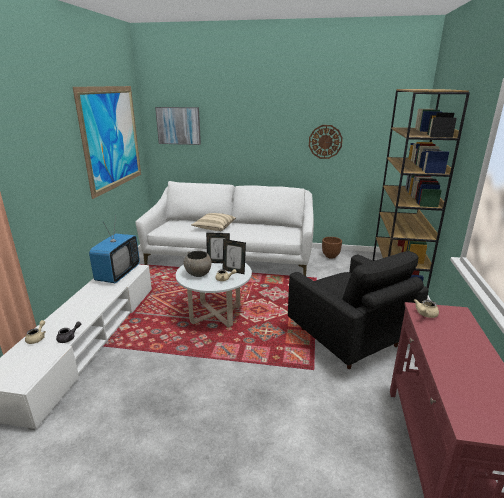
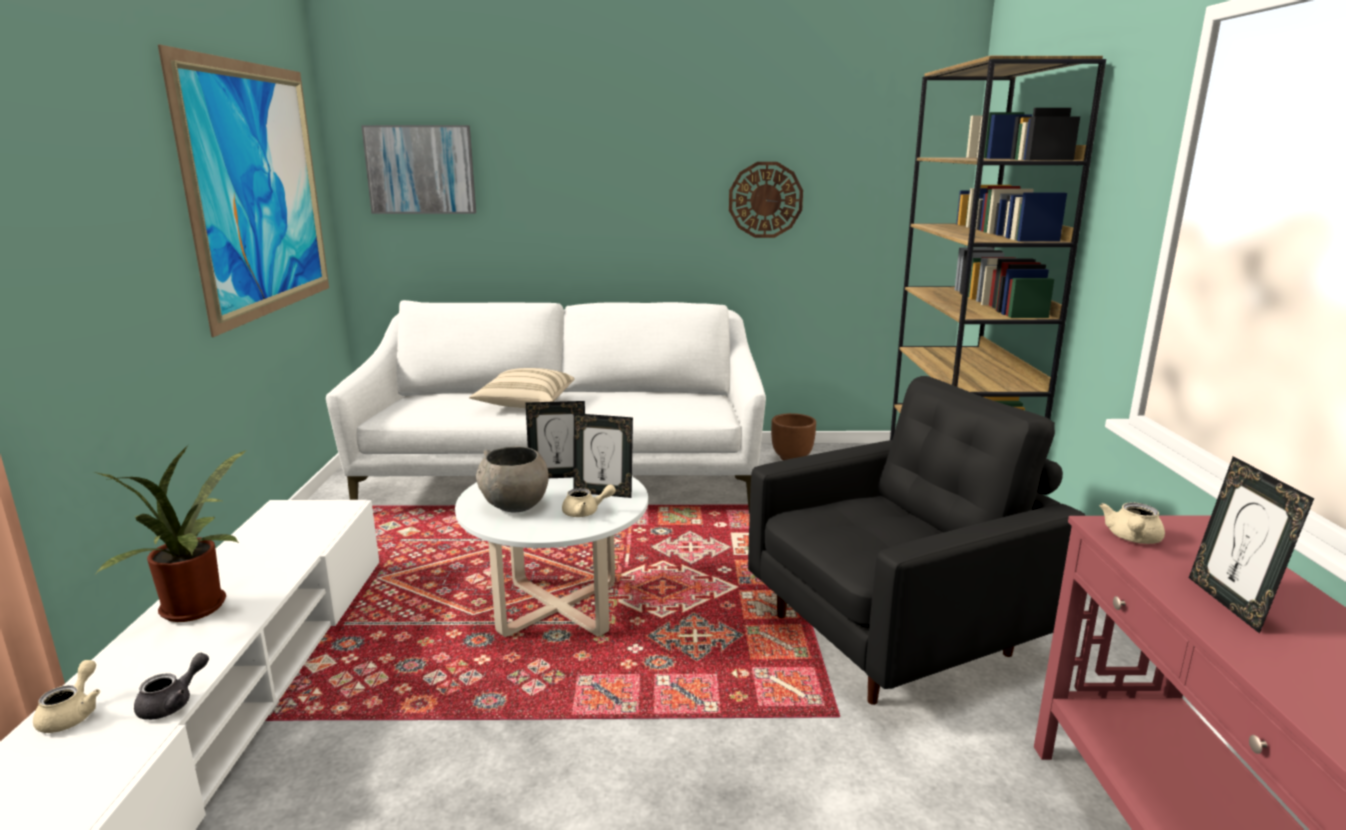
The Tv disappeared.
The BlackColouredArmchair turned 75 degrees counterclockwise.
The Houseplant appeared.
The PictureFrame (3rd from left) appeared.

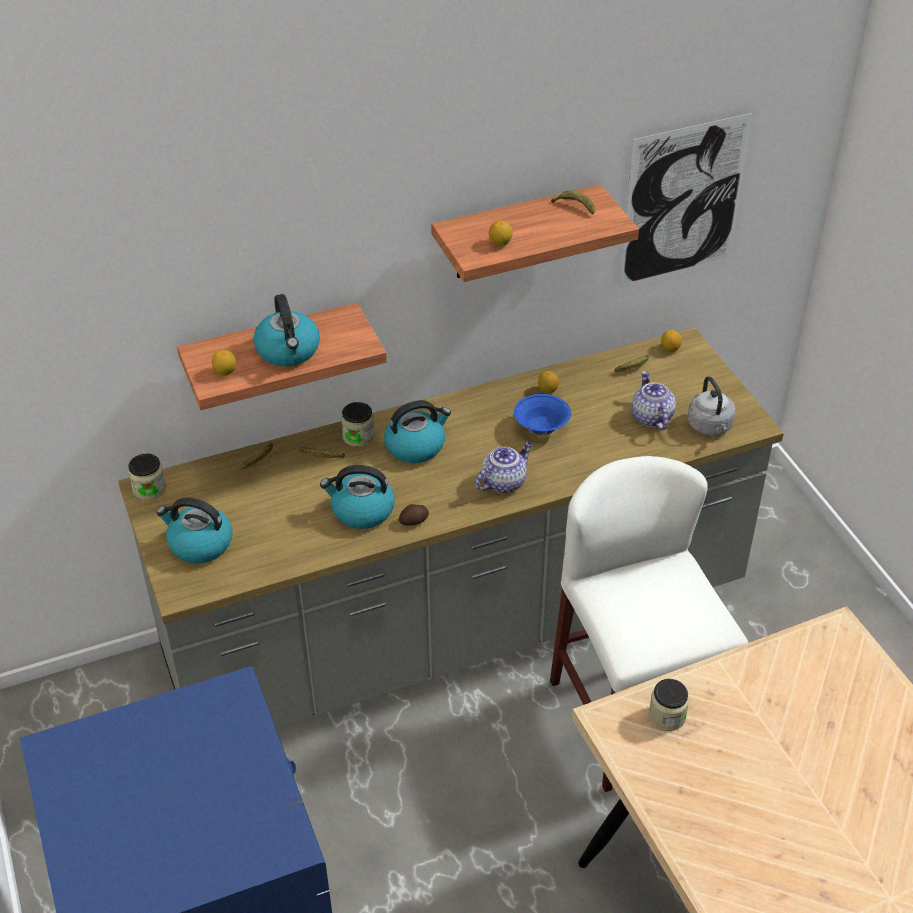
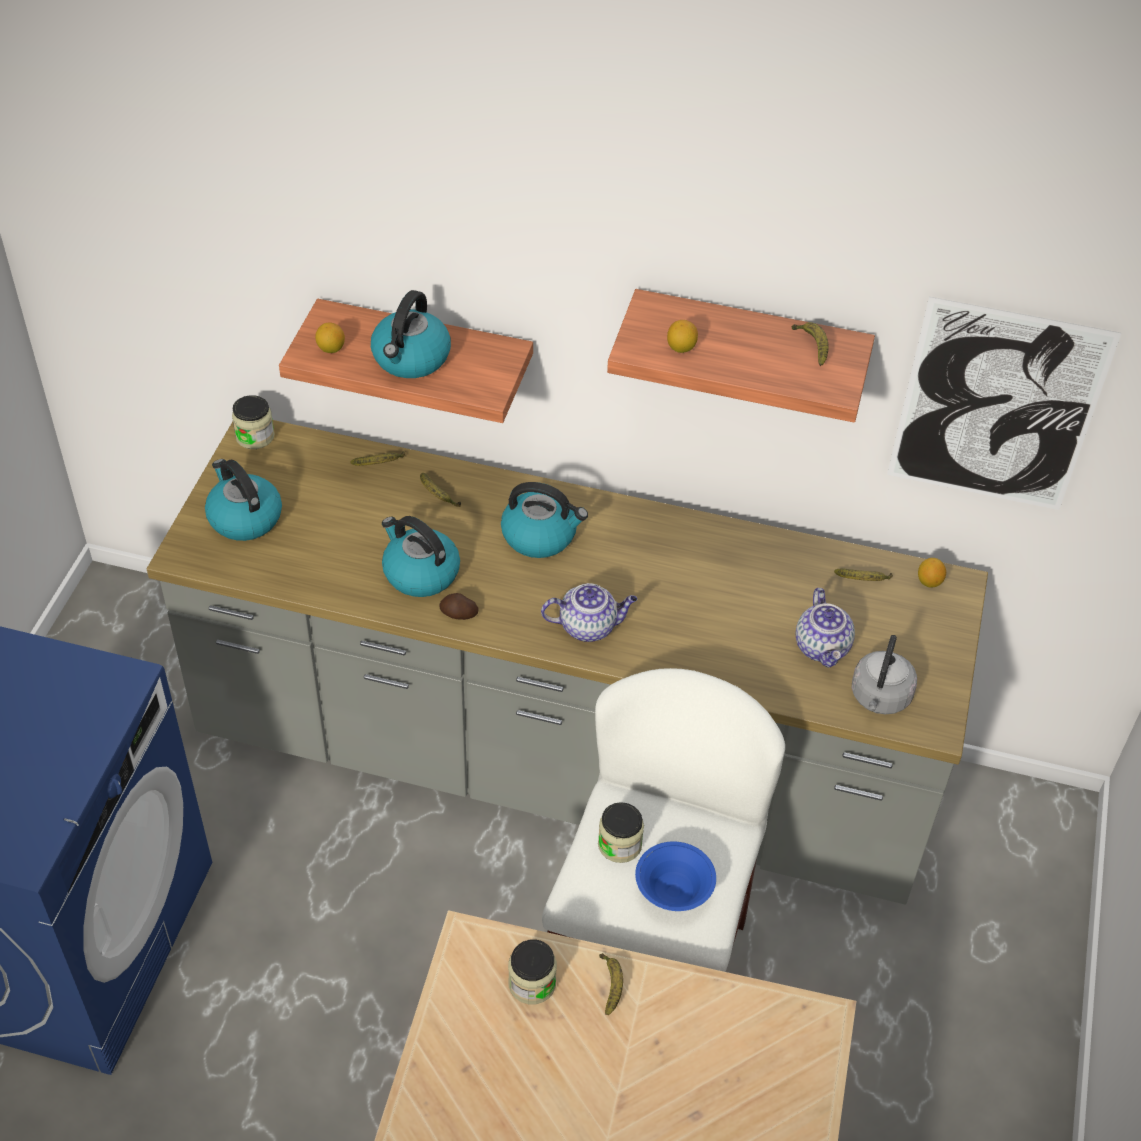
The CitrusFruit (3rd from left) disappeared.
The Teapot (2nd from left) turned 150 degrees clockwise.
The BlueColouredServingBowl moved.
The PreserveJar (2nd from left in the first image) moved.
The BananaFruit (3rd from left) appeared.

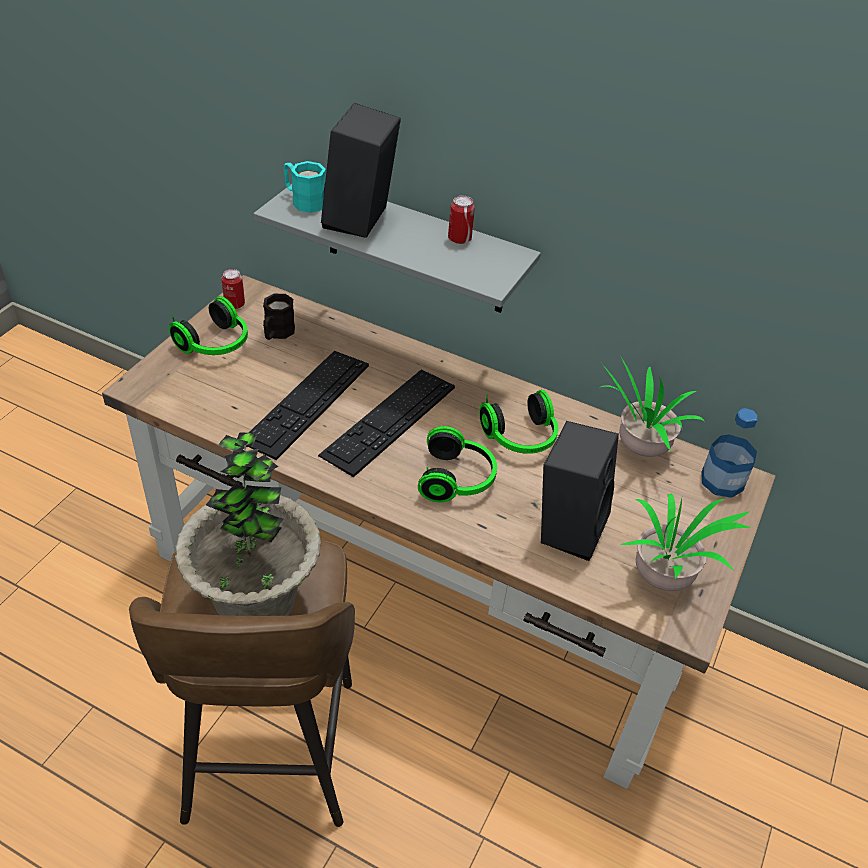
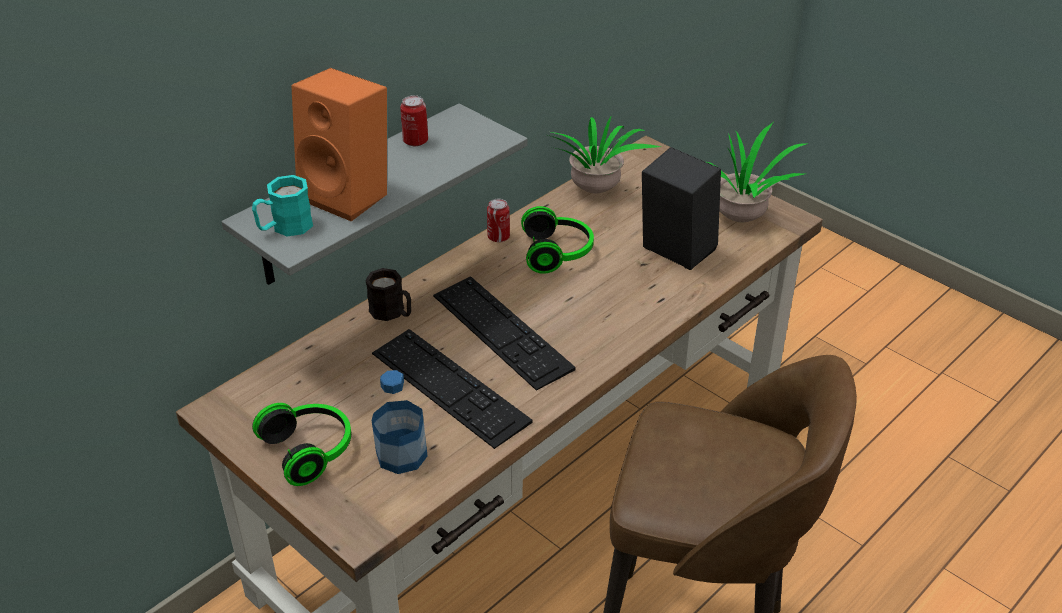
The BlackColouredSpeaker (1st from left) became the OrangeSpeaker.
The Can (1st from left in the first image) moved.
The BlackColouredMug moved.
The BeverageBottle moved.
The PairOfHeadphones (2nd from left) disappeared.
The Houseplant (1st from left) disappeared.

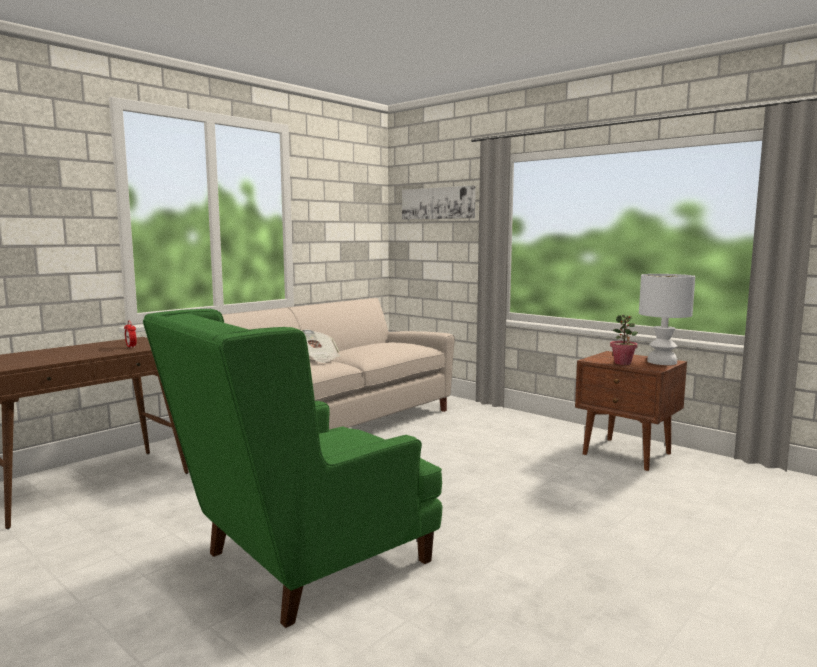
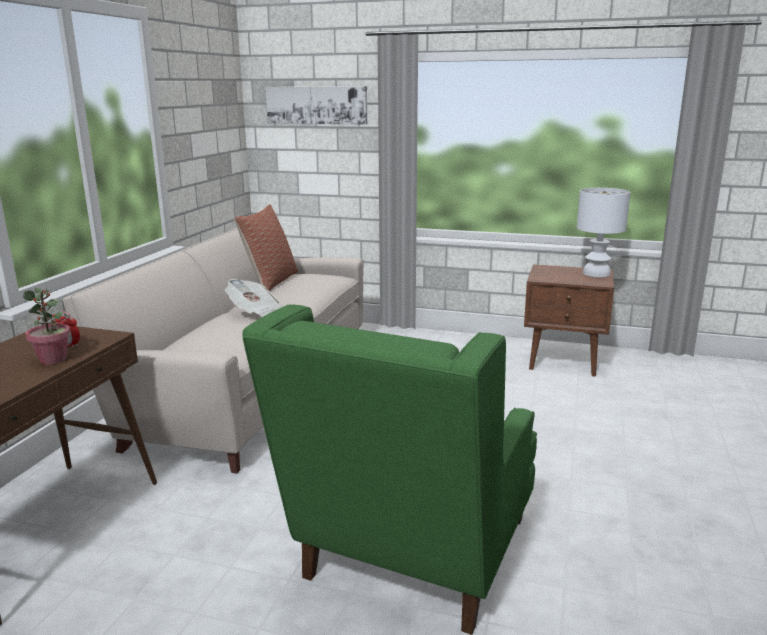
The Houseplant moved.
The Cushion appeared.

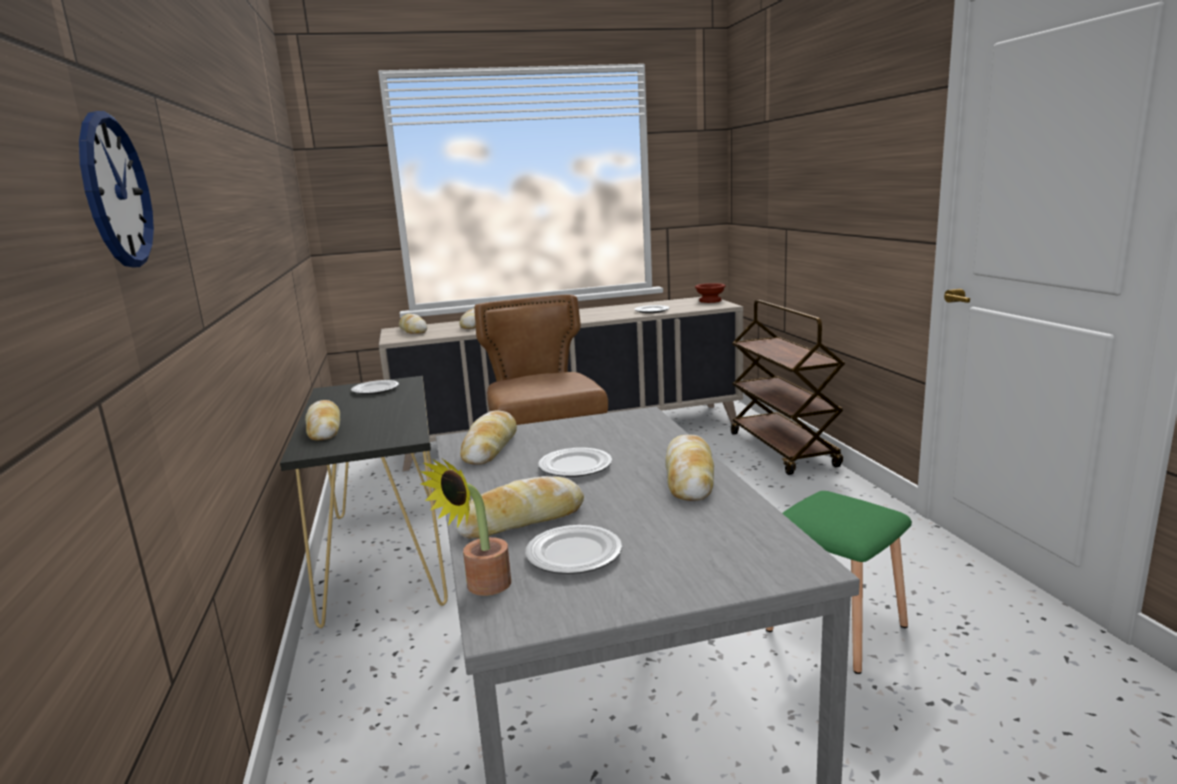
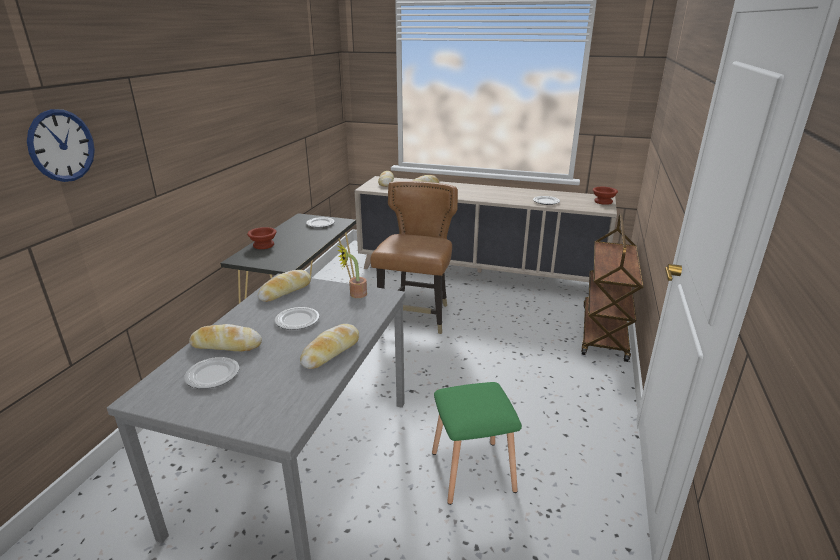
The Bread (1st from left) was replaced by the BrownColouredServingBowl (1st from left).
The Houseplant moved.

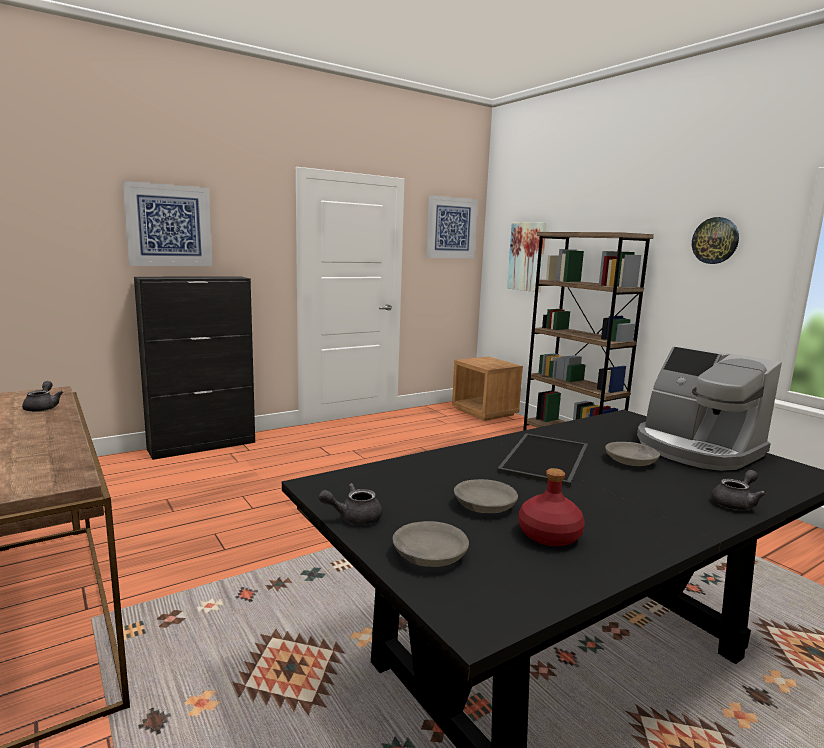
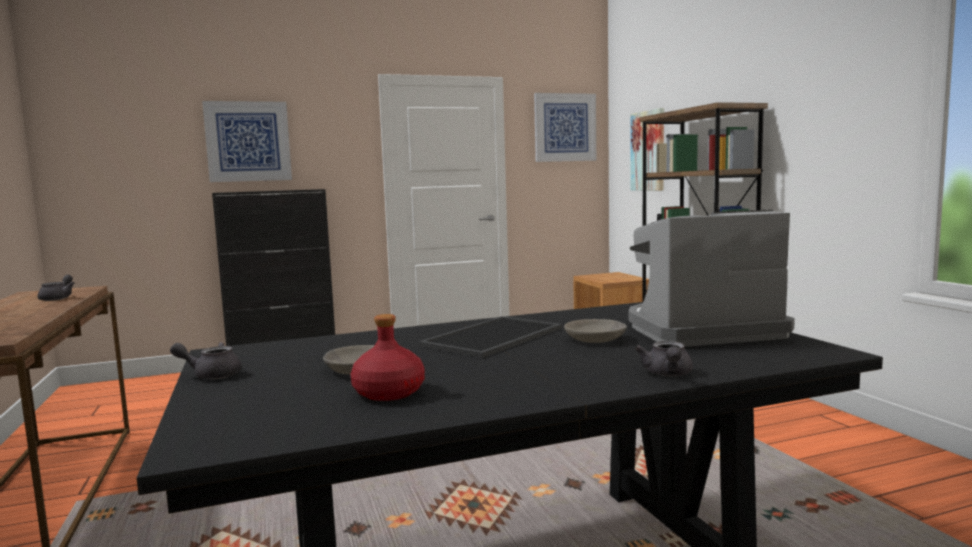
The WallClock disappeared.
The CoffeeBrewer turned 105 degrees clockwise.
The GreyishTeapot (3rd from left) turned 120 degrees clockwise.
The GreyishServingBowl (1st from left) disappeared.

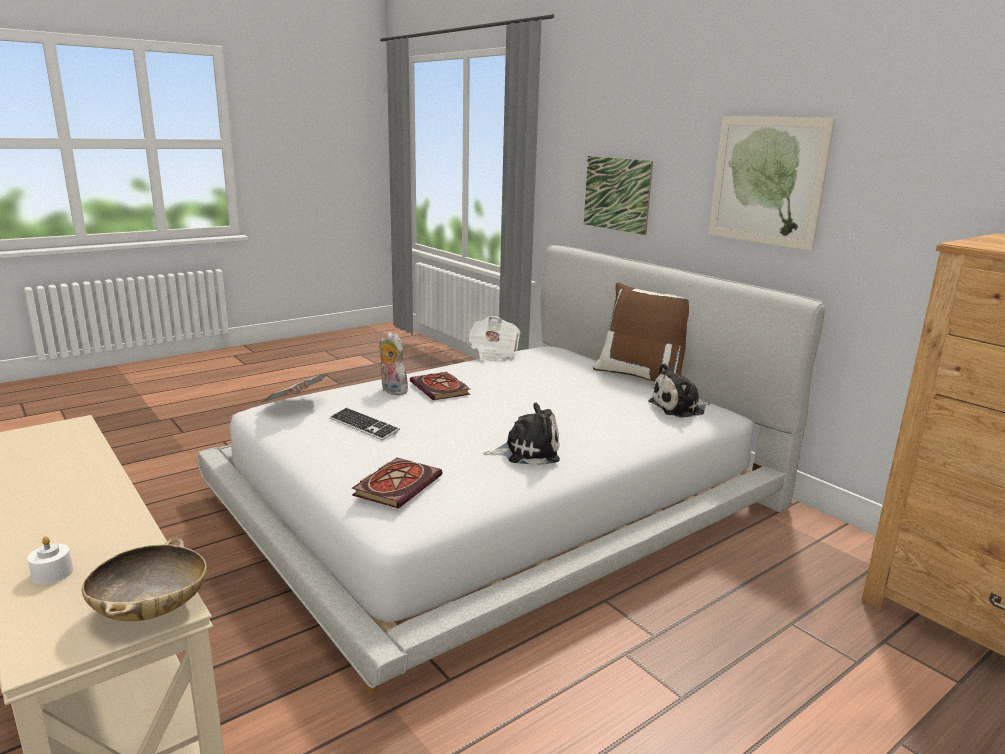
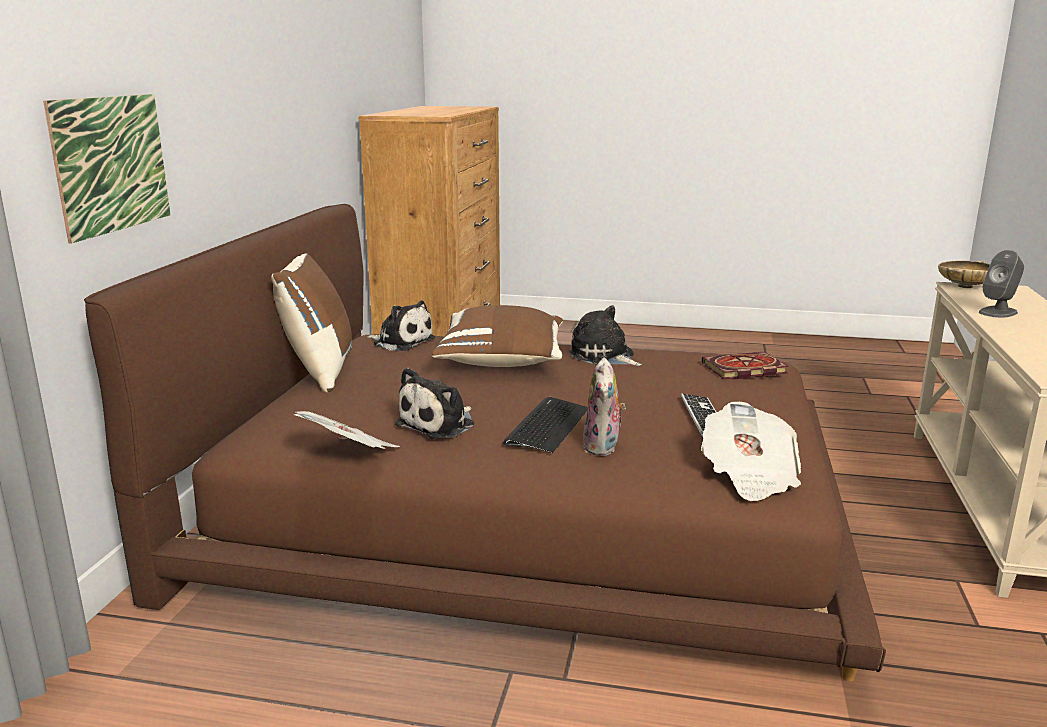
The WallPicture (2nd from left) disappeared.
The WhiteBed became the BrownColouredBed.
The Volume (2nd from left) was replaced by the PcKeyboard (1st from left).
The WhiteWaxCandle disappeared.
The GreyishSpeaker appeared.
The BrownColouredCushion (2nd from left) appeared.
The PlushToy (2nd from left) appeared.

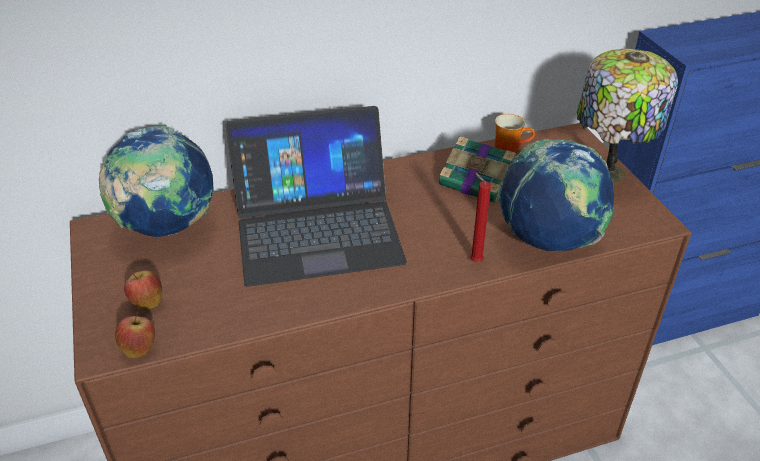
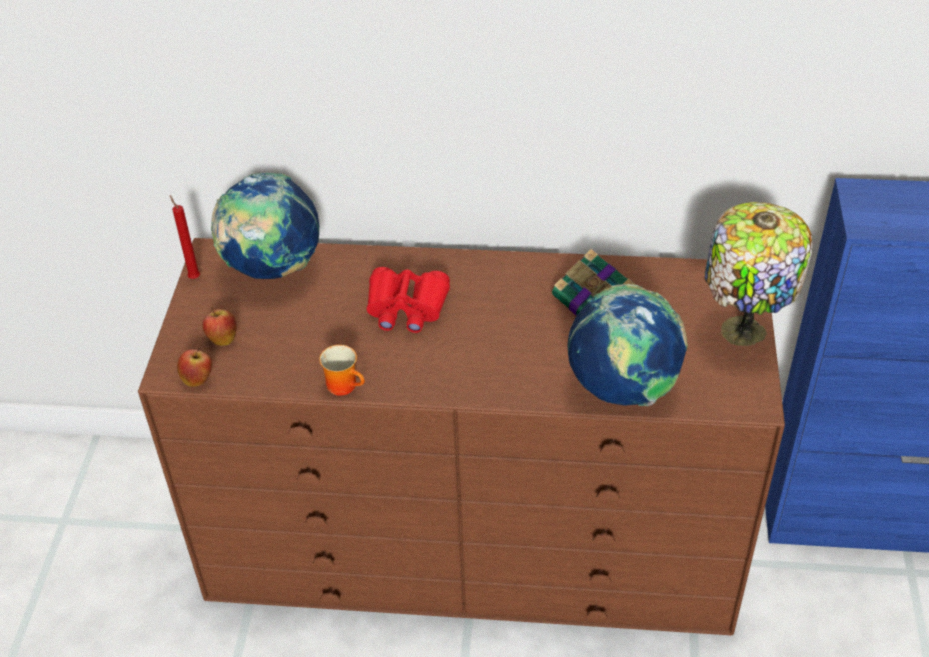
The NotebookComputer was replaced by the ReddishFieldGlasses.
The Mug moved.
The ReddishWaxCandle moved.

